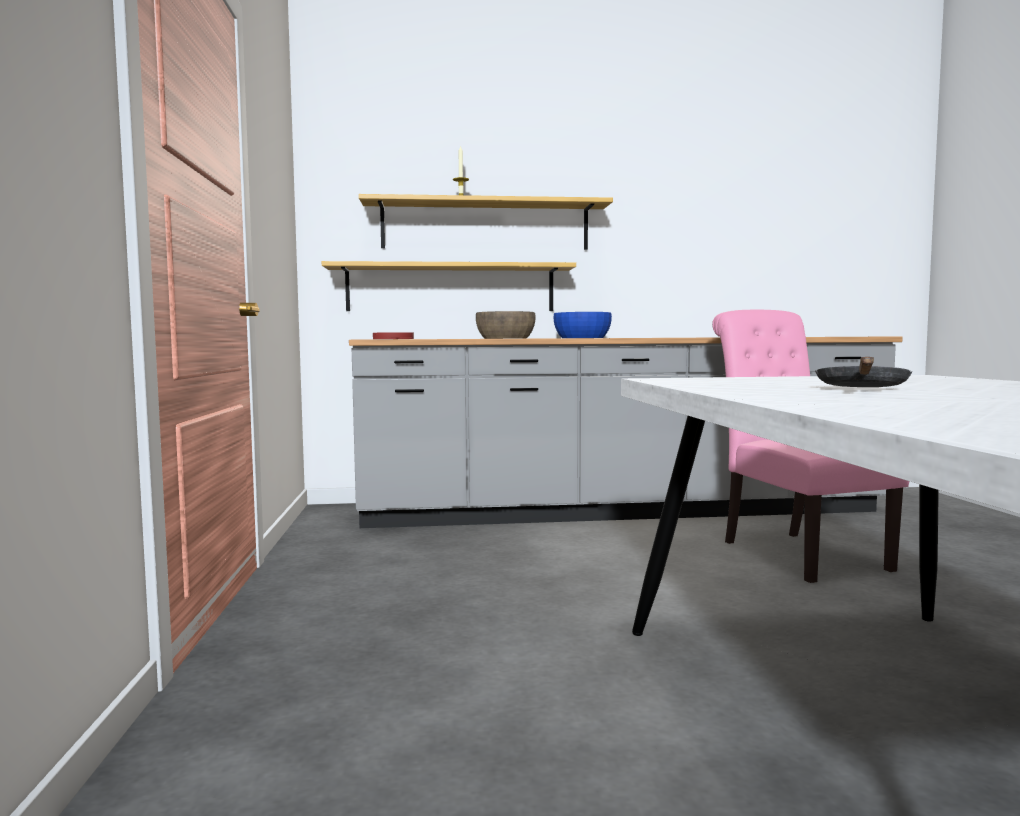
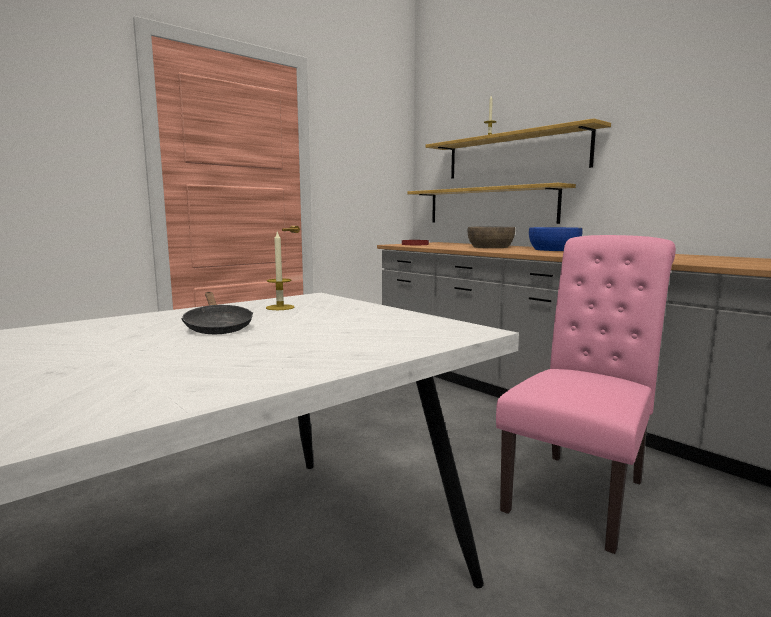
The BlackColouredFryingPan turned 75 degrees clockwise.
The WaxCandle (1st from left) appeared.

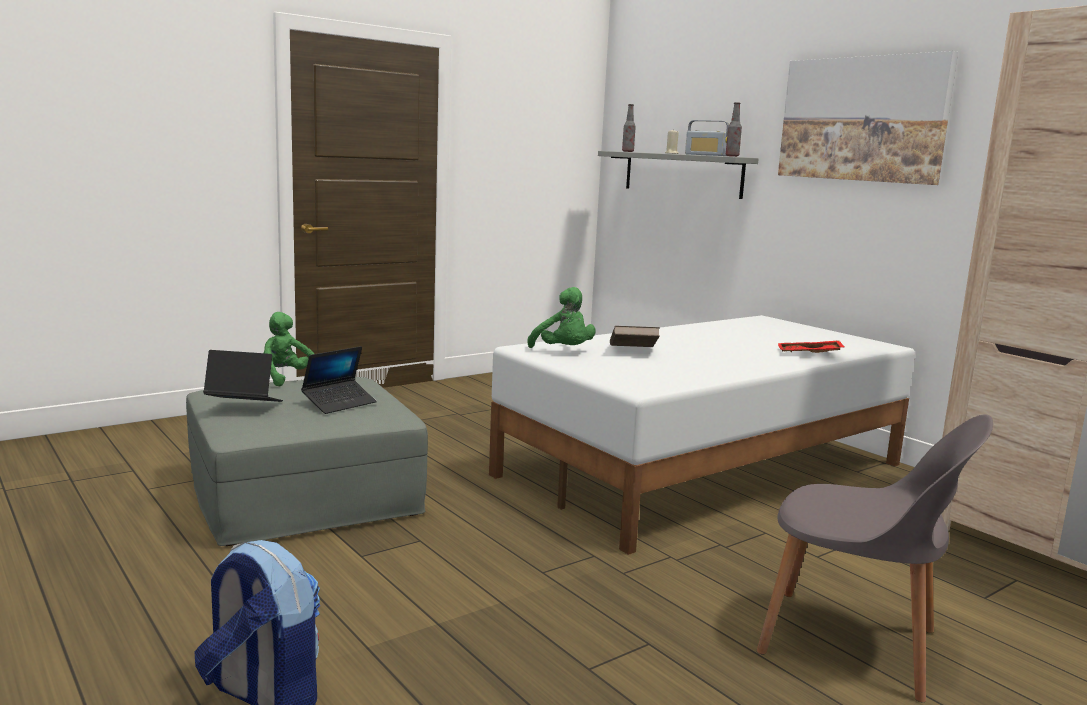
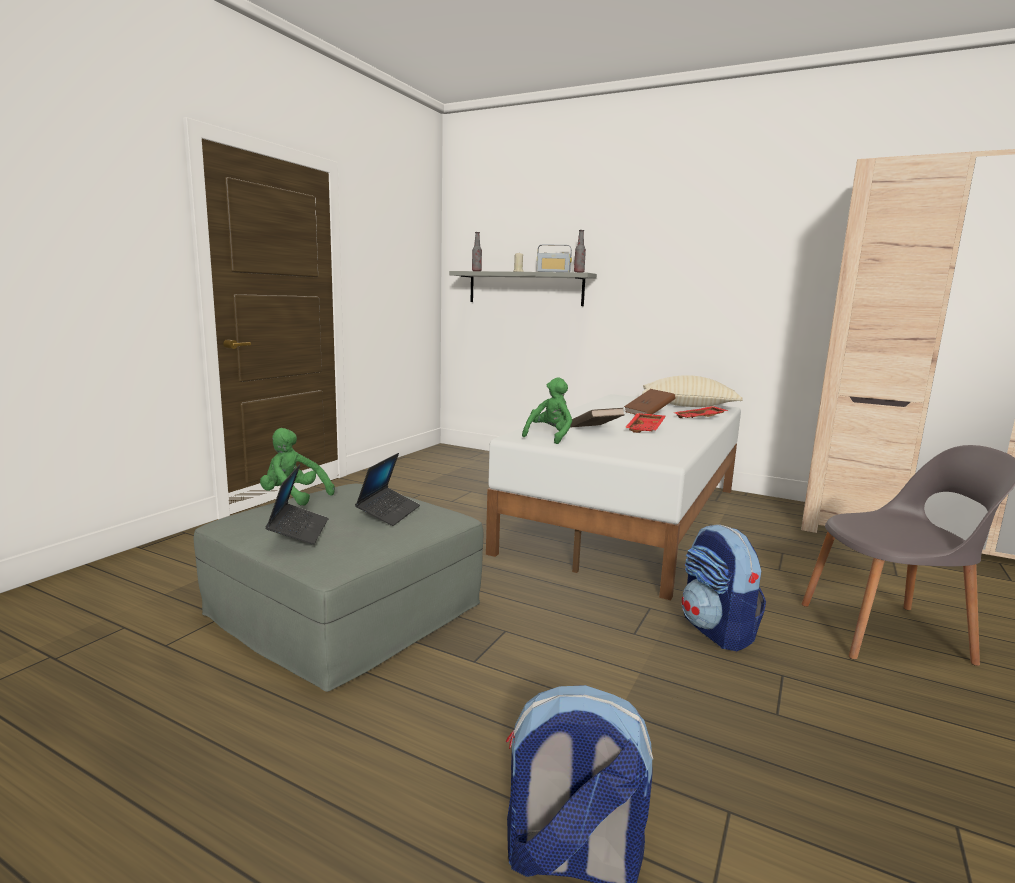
The WallPicture disappeared.
The GreenPlushToy (2nd from left) turned 90 degrees counterclockwise.
The NotebookComputer (1st from left) turned 105 degrees clockwise.
The BeigeColouredCushion appeared.
The BrownColouredVolume (2nd from left) appeared.
The ReddishTray (1st from left) appeared.
The Knapsack (2nd from left) appeared.

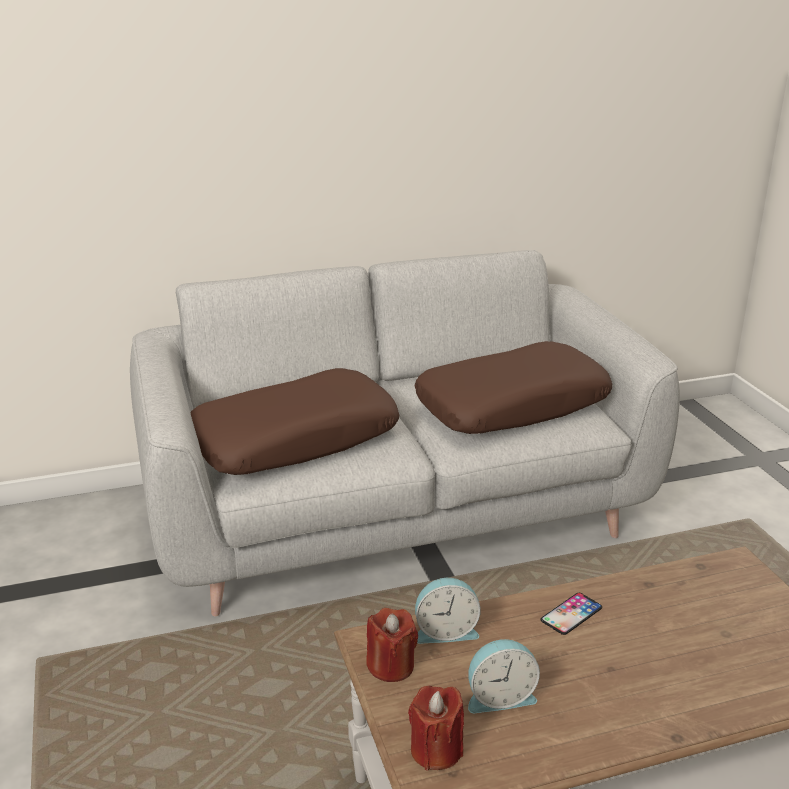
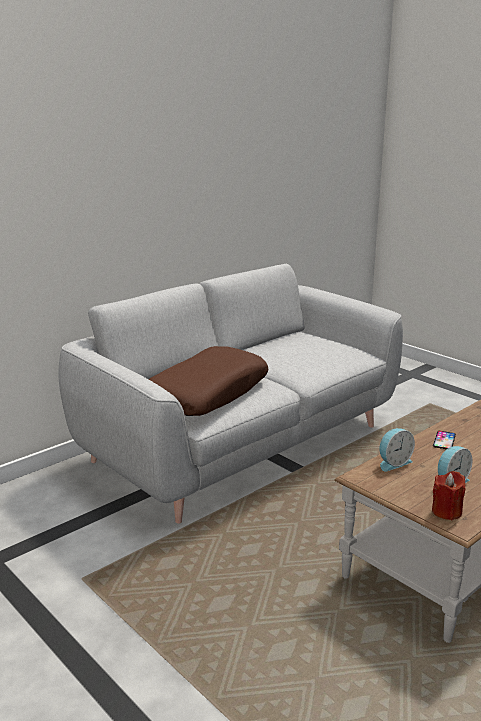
The BrownColouredCushion (2nd from left) disappeared.
The ReddishWaxCandle (1st from left) disappeared.

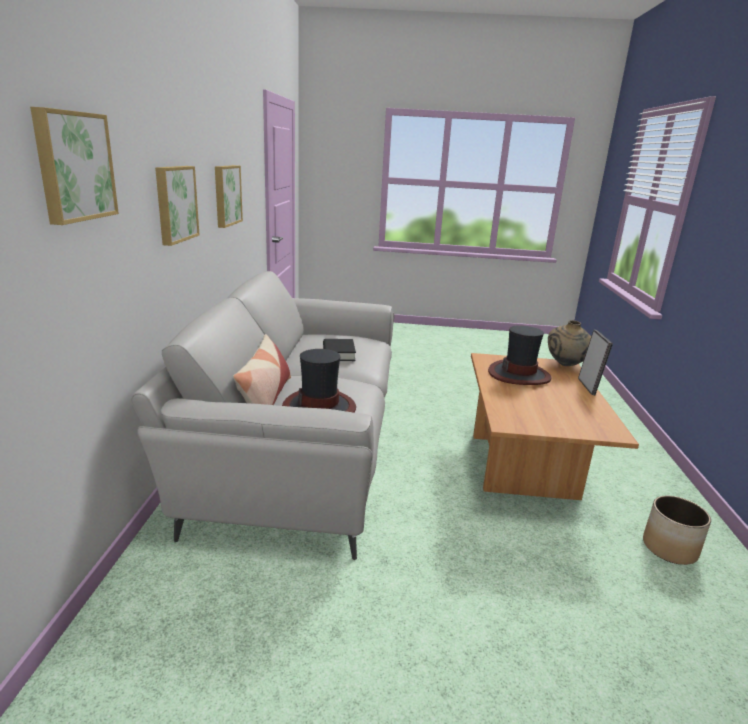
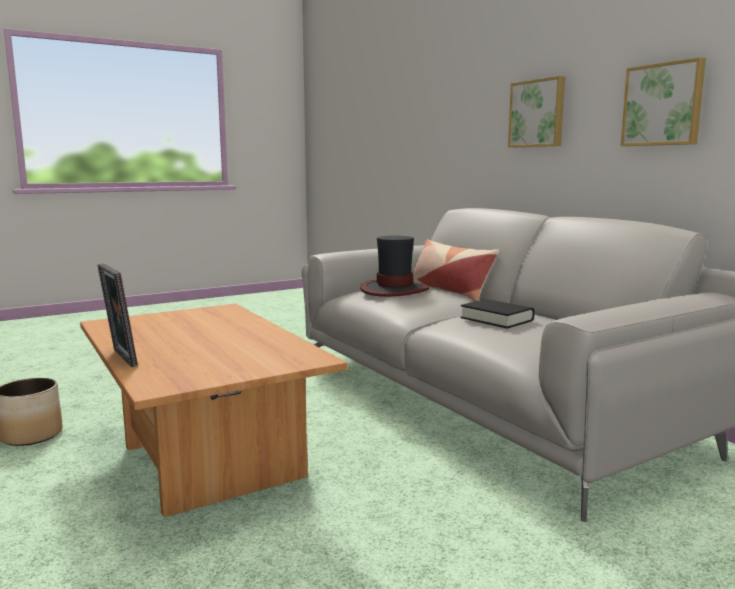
The WallPicture (1st from left) disappeared.
The BeigeColouredFlowerVase disappeared.
The WearableHat (2nd from left) disappeared.

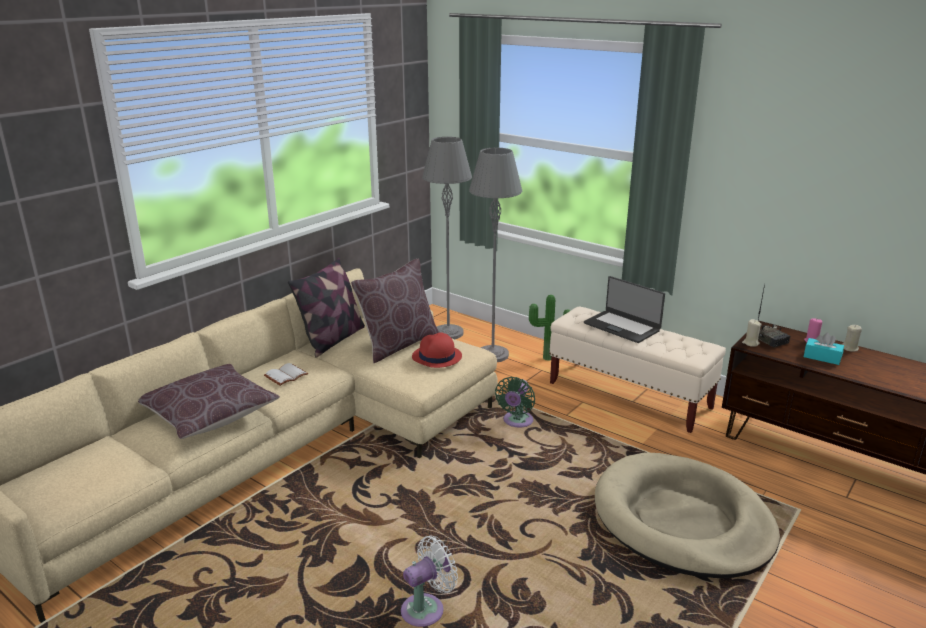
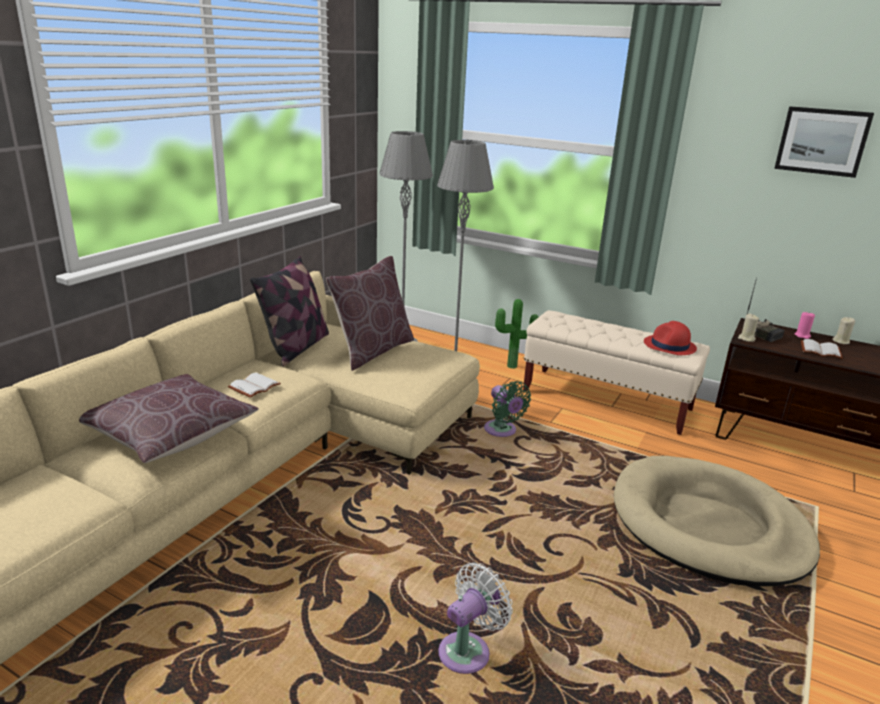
The NotebookComputer disappeared.
The ReddishWearableHat moved.
The TurquoiseTissueHolder was replaced by the WhiteVolume (2nd from left).
The GreenCoolingFan turned 45 degrees counterclockwise.
The WallPicture appeared.

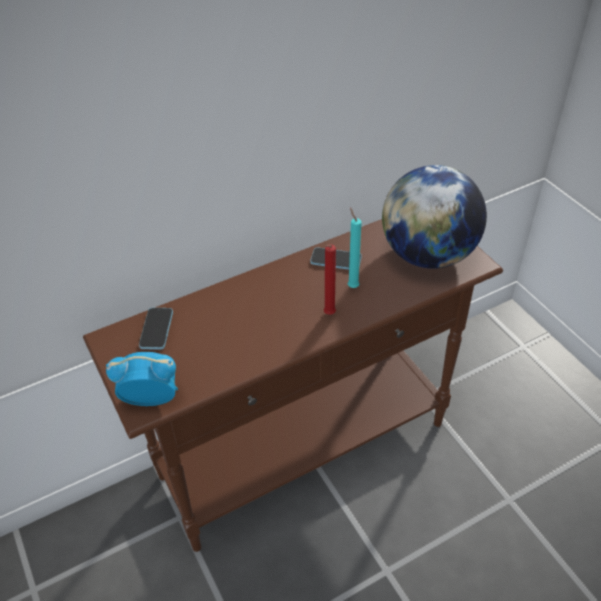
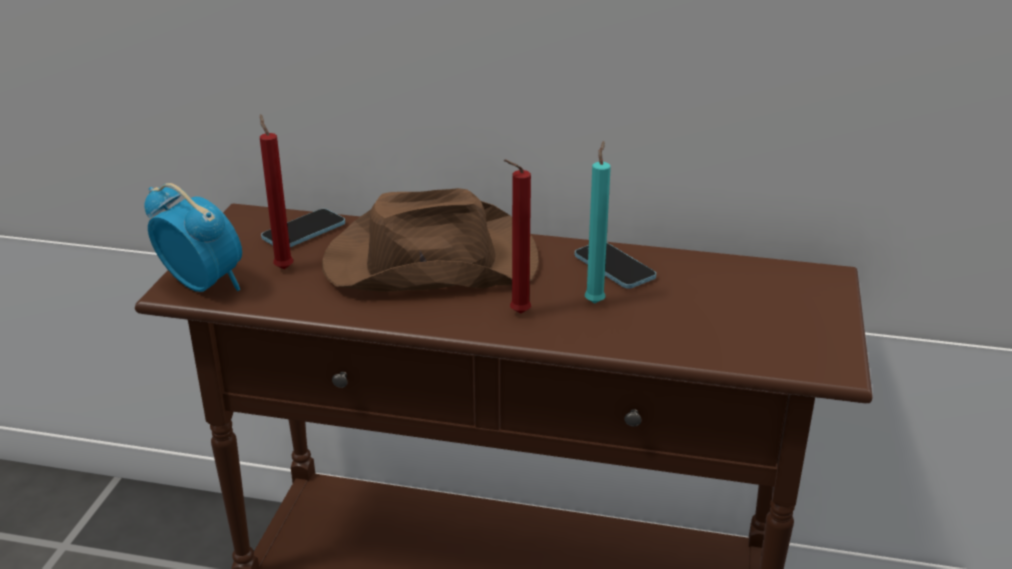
The WorldGlobe disappeared.
The ReddishWaxCandle (1st from left) appeared.
The BrownColouredWearableHat appeared.

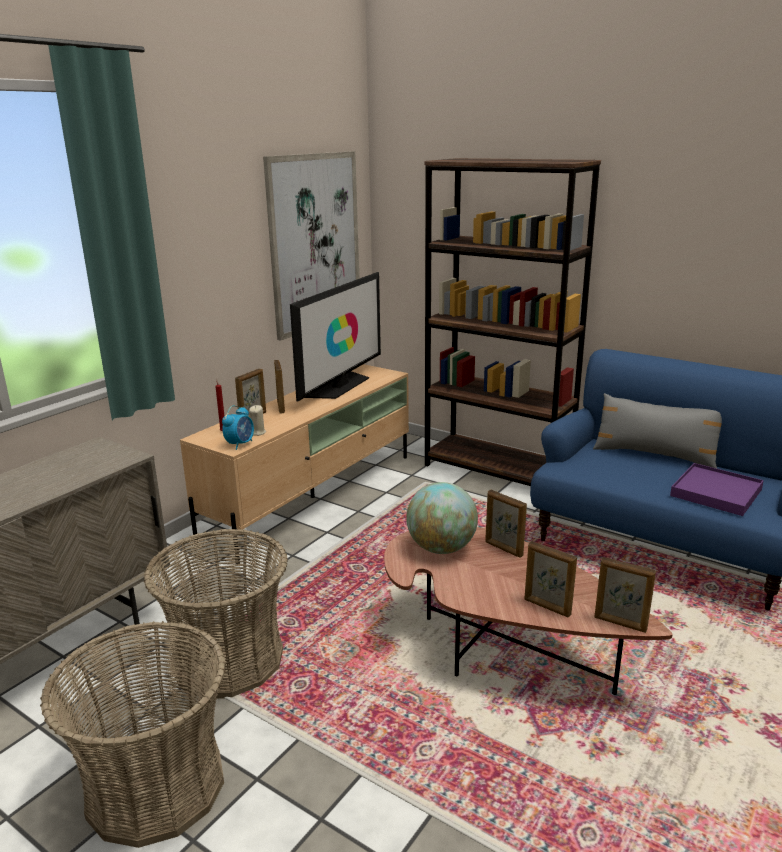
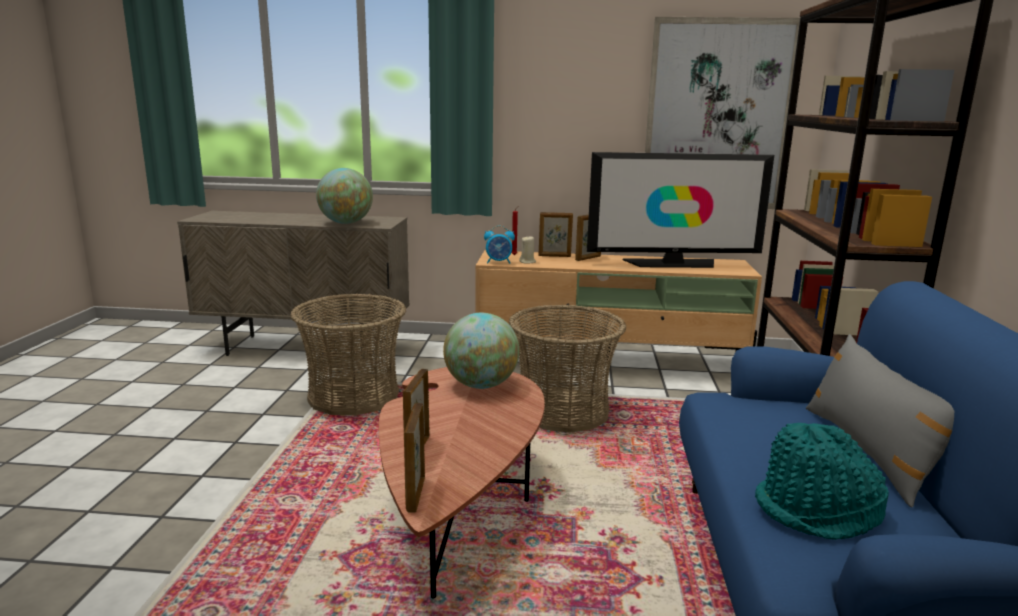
The PurpleTray was replaced by the TurquoiseWearableHat.
The PictureFrame (3rd from left) disappeared.
The StorageBasket (1st from left in the first image) moved.
The WorldGlobe (1st from left) appeared.

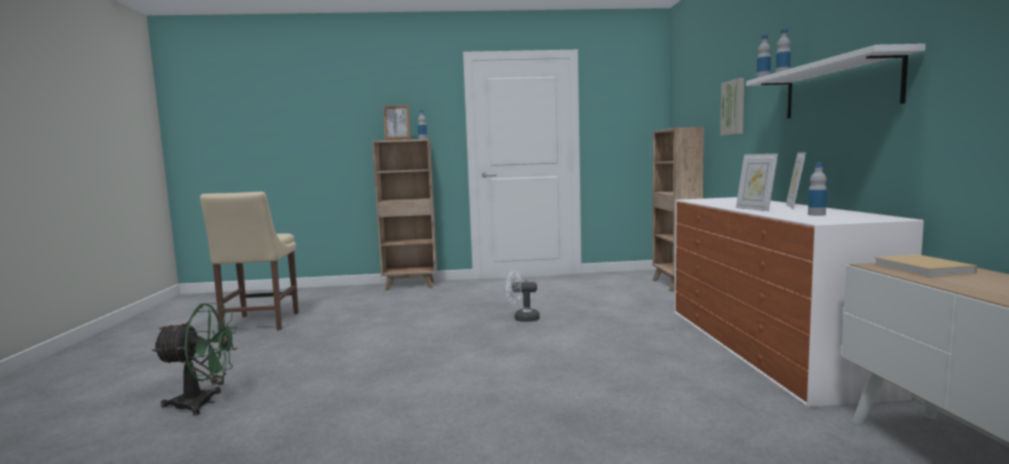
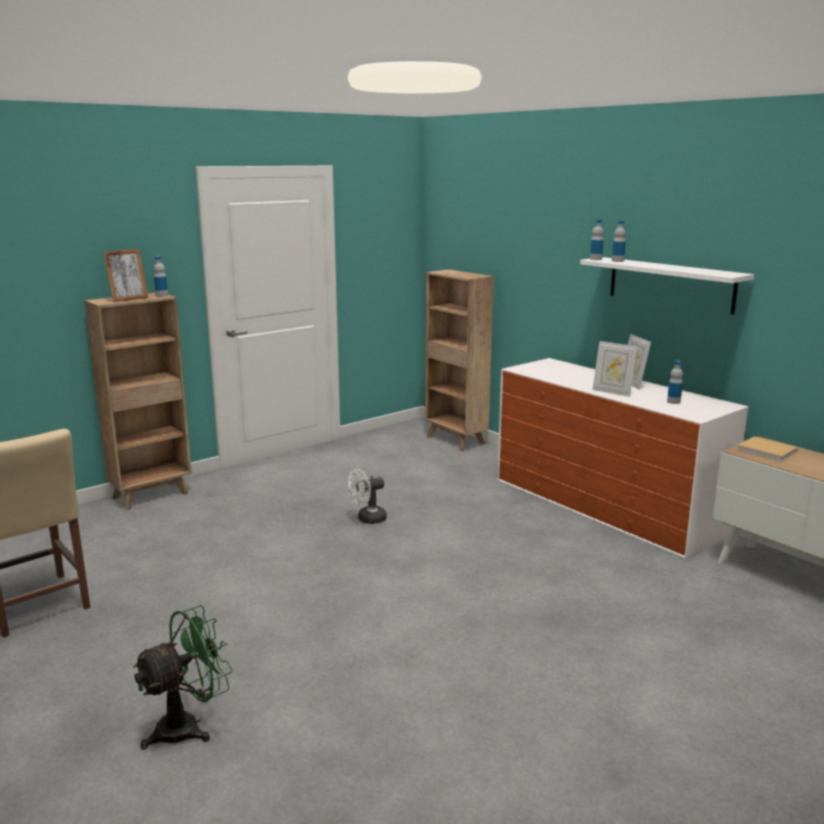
The WallPicture disappeared.

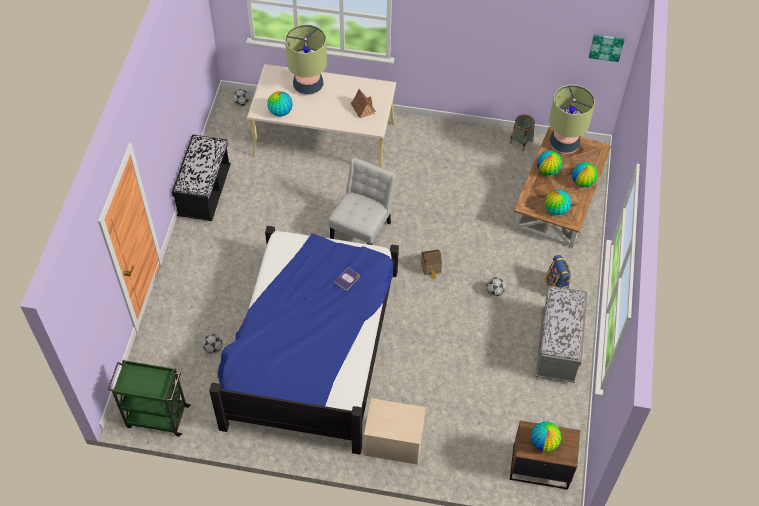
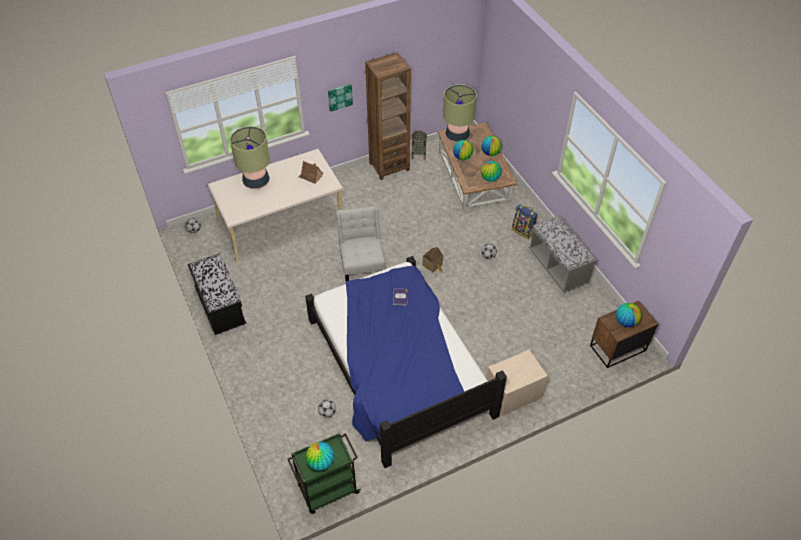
The WallPicture moved.
The WorldGlobe (1st from left) moved.
The BrownColouredBookcase appeared.

